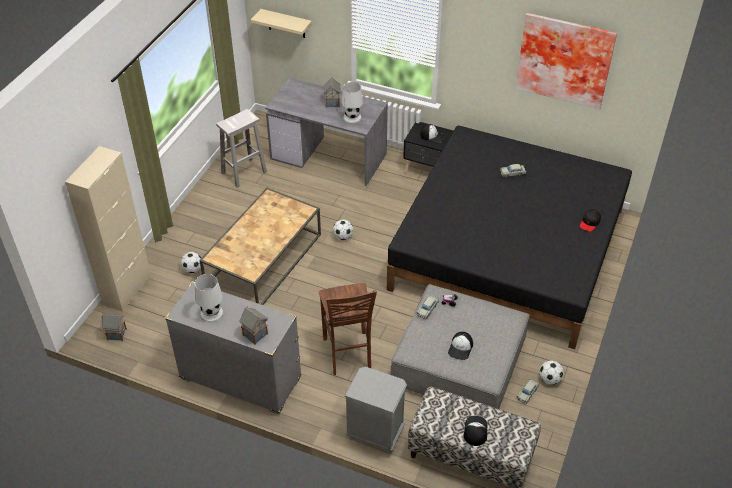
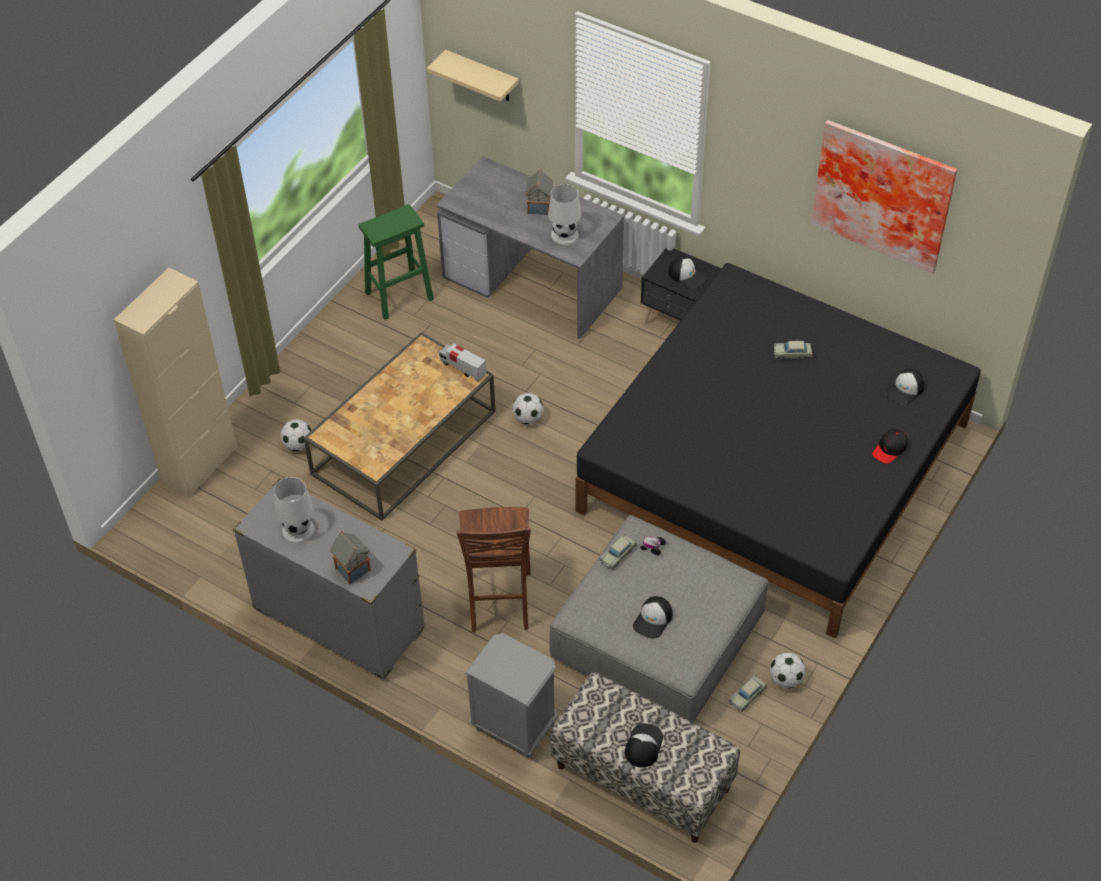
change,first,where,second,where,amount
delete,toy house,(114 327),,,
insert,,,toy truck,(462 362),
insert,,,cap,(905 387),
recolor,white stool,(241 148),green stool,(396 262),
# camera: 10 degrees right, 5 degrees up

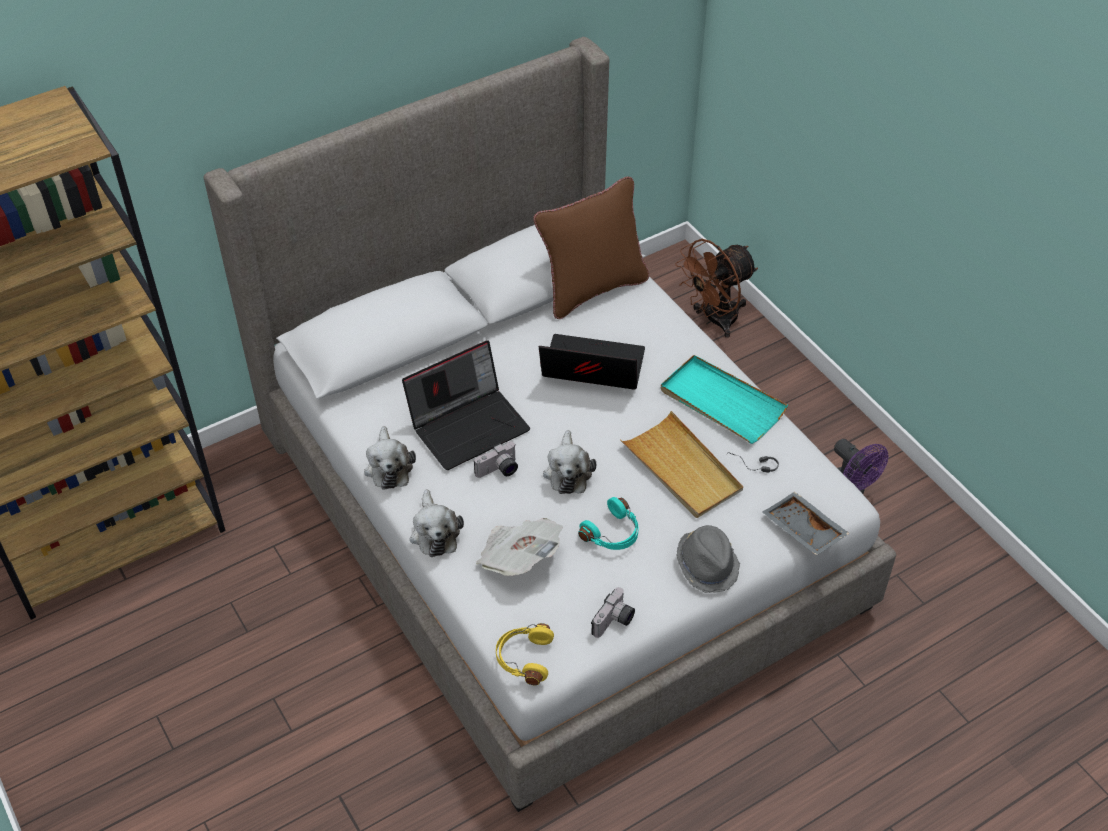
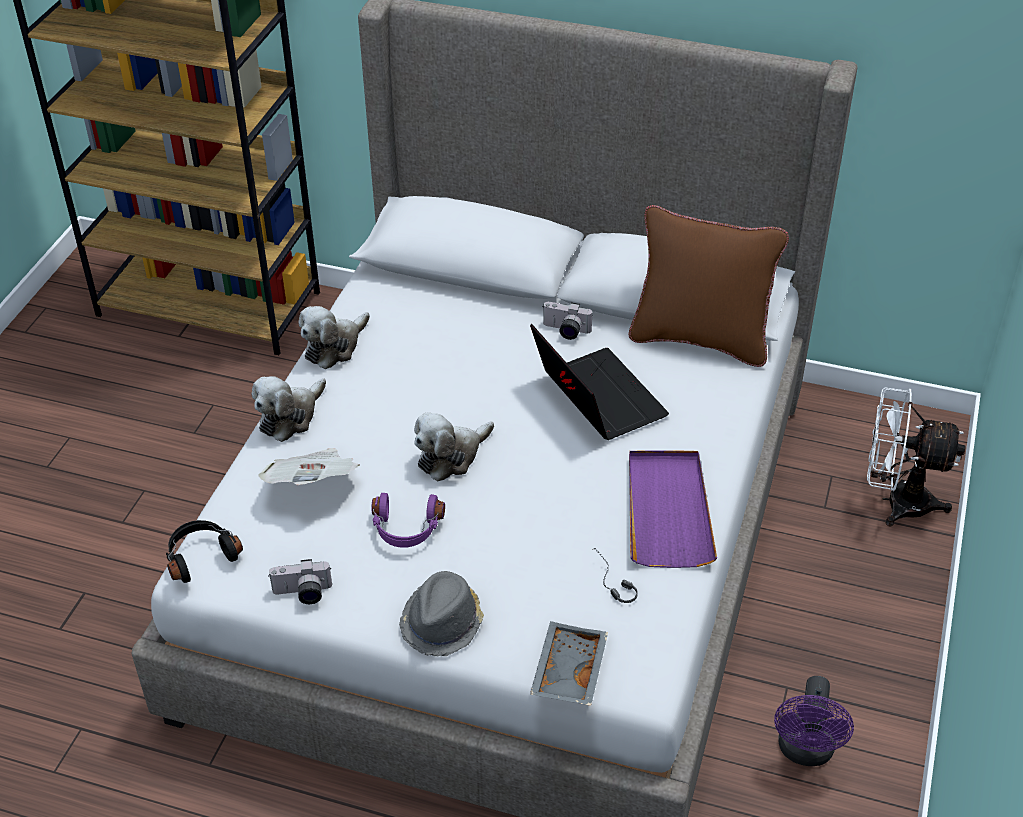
change,first,where,second,where,amount
delete,laptop,(466 405),,,
delete,beige tray,(681 464),,,
move,photo camera,(496 459),,(567 321),
recolor,yellow headphones,(525 654),black headphones,(204 551),
recolor,turquoise headphones,(608 523),purple headphones,(408 520),
recolor,turquoise tray,(724 399),purple tray,(673 509),
recolor,brown fan,(716 288),white fan,(916 456),
# camera: 50 degrees right, 5 degrees down

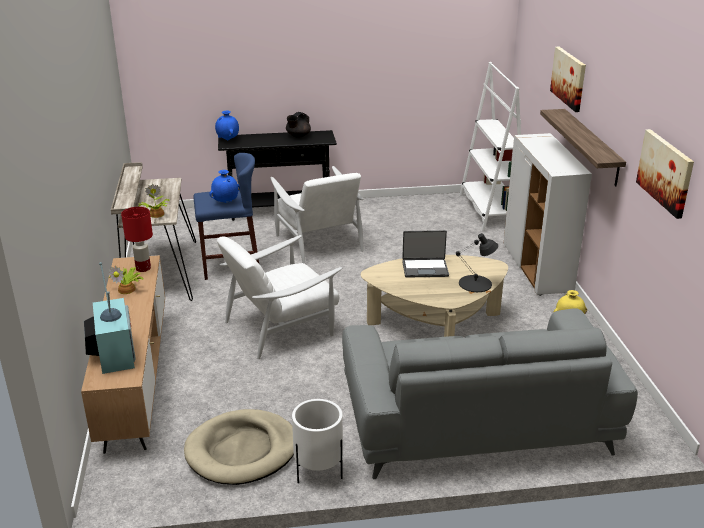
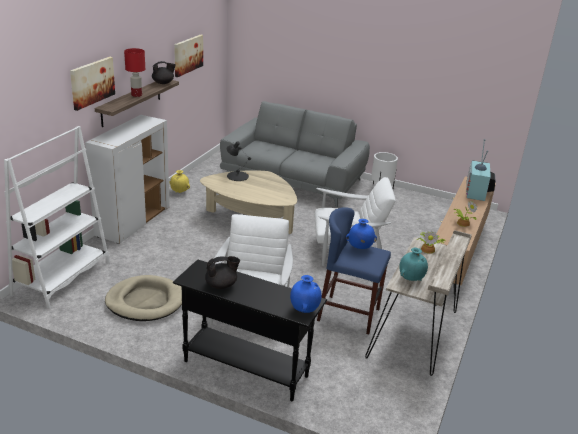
change,first,where,second,where,amount
delete,laptop,(425 254),,,
insert,,,black teapot,(164 72),
insert,,,turquoise vase,(413 264),
move,red table lamp,(137 239),,(134 72),
move,beige dog bed,(239 447),,(143 298),
# camera: 150 degrees left, 0 degrees up

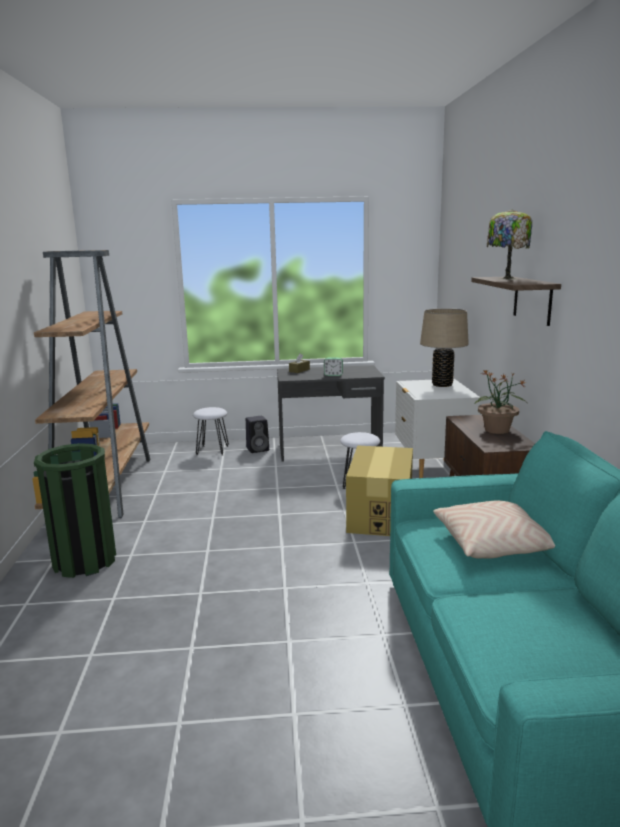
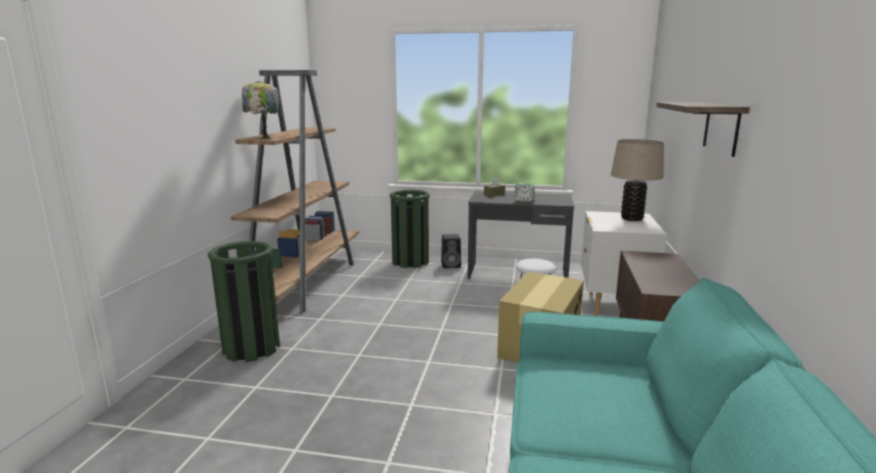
change,first,where,second,where,amount
delete,beige pillow,(494 530),,,
delete,potted plant,(501 402),,,
move,table lamp,(509 245),,(260 110),
replace,white stool,(211 431),green trash can,(410 229),
# camera: 15 degrees right, 0 degrees up

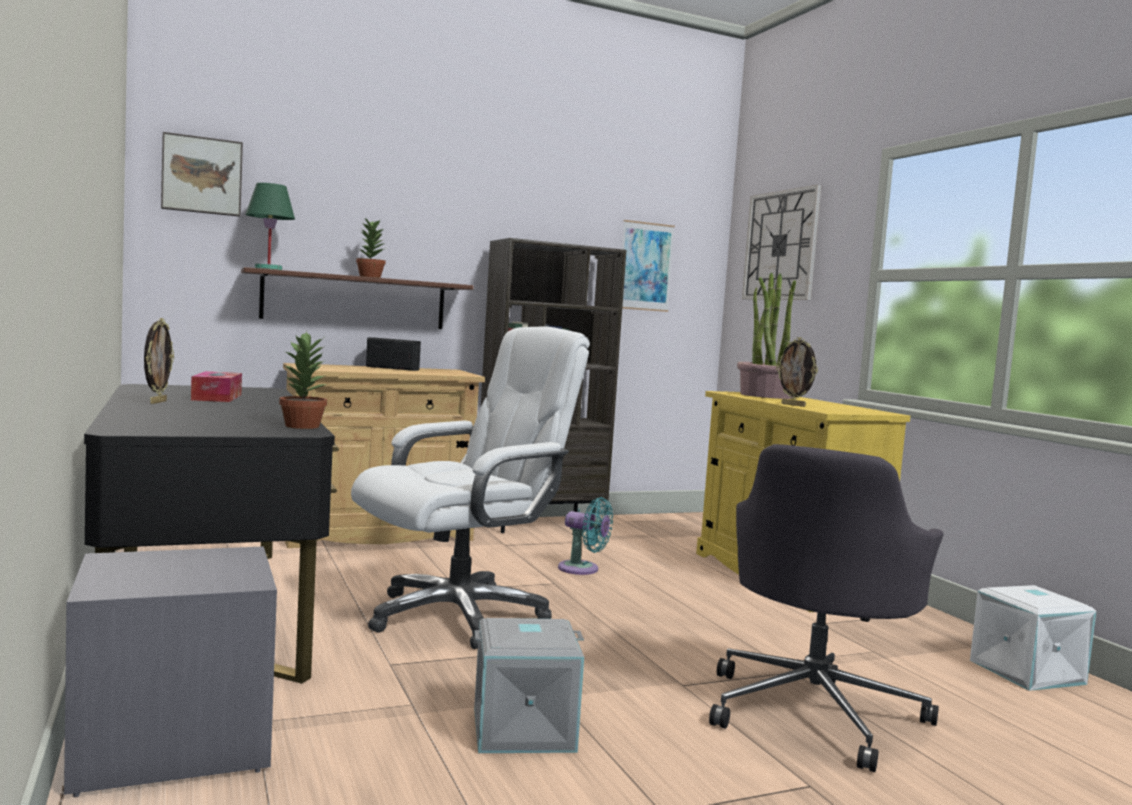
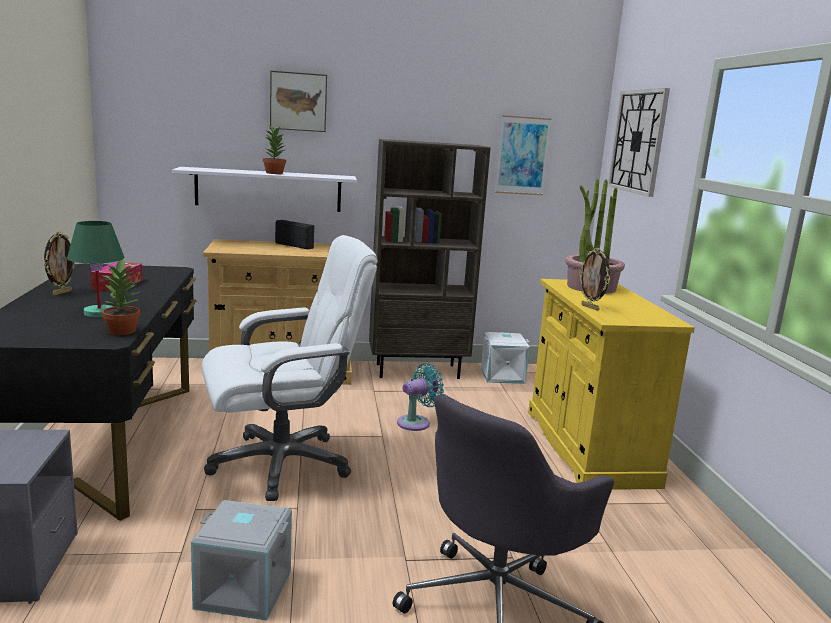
change,first,where,second,where,amount
move,picture,(202 174),,(298 101),
move,green table lamp,(270 226),,(96 269),
move,white storage box,(1033 638),,(505 358),
recolor,brown shelf,(357 298),white shelf,(264 189),
rotate,turquoise fan,(585 536),,(420 397),75 degrees counterclockwise
# camera: 15 degrees right, 10 degrees up

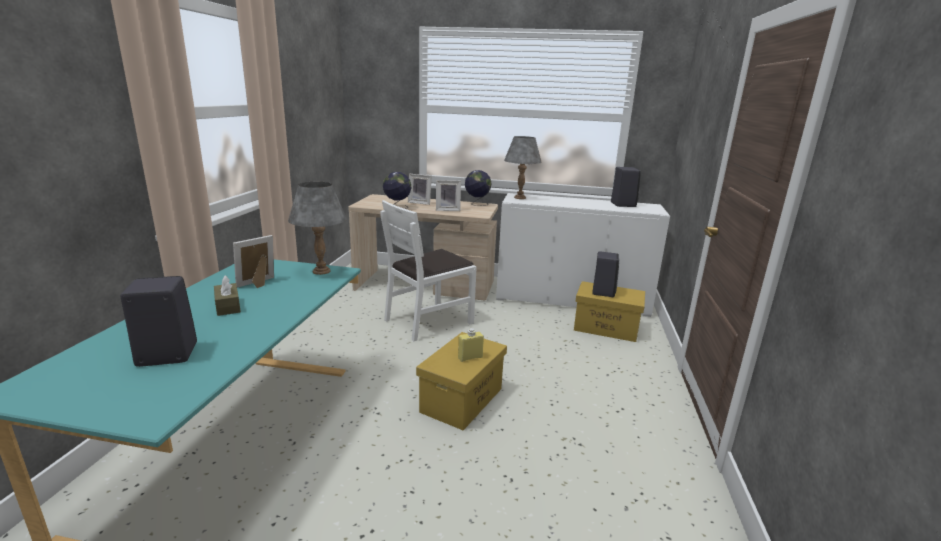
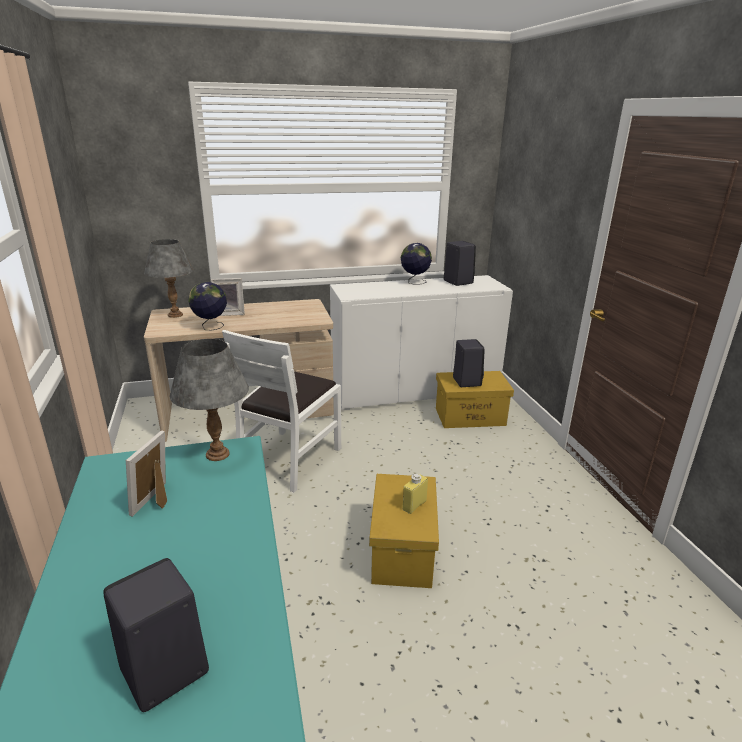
change,first,where,second,where,amount
delete,brown tissue box,(227 295),,,
delete,picture frame,(448 195),,,
move,globe,(478 188),,(416 264),
move,grey table lamp,(523 167),,(168 278),
# camera: 25 degrees left, 5 degrees up

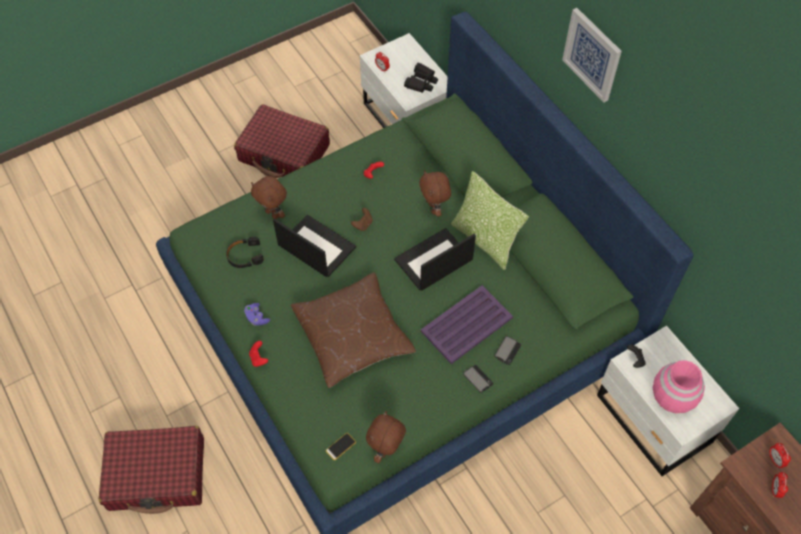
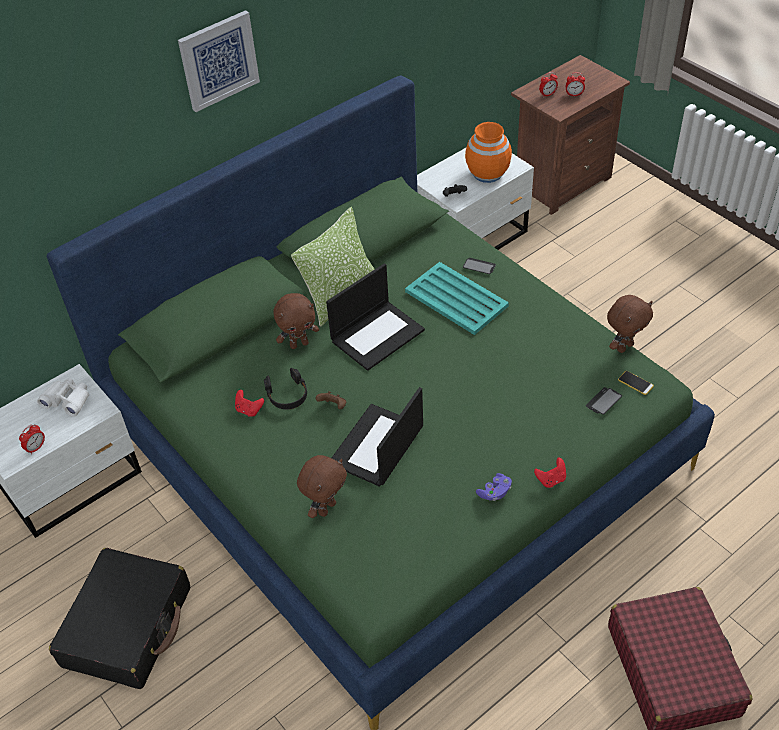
change,first,where,second,where,amount
delete,brown pillow,(353 330),,,
move,black headphones,(245 252),,(285 389),
move,phone,(478 379),,(604 400),
recolor,red suitcase,(282 141),black suitcase,(119 618),
recolor,black binoculars,(421 78),white binoculars,(63 397),
recolor,purple tray,(467 324),turquoise tray,(457 298),
recolor,pink vase,(679 386),orange vase,(488 152),
rotate,brown plush toy,(386 437),,(630 324),60 degrees counterclockwise
rotate,laptop,(435 259),,(375 317),90 degrees counterclockwise
# camera: 95 degrees left, 10 degrees down

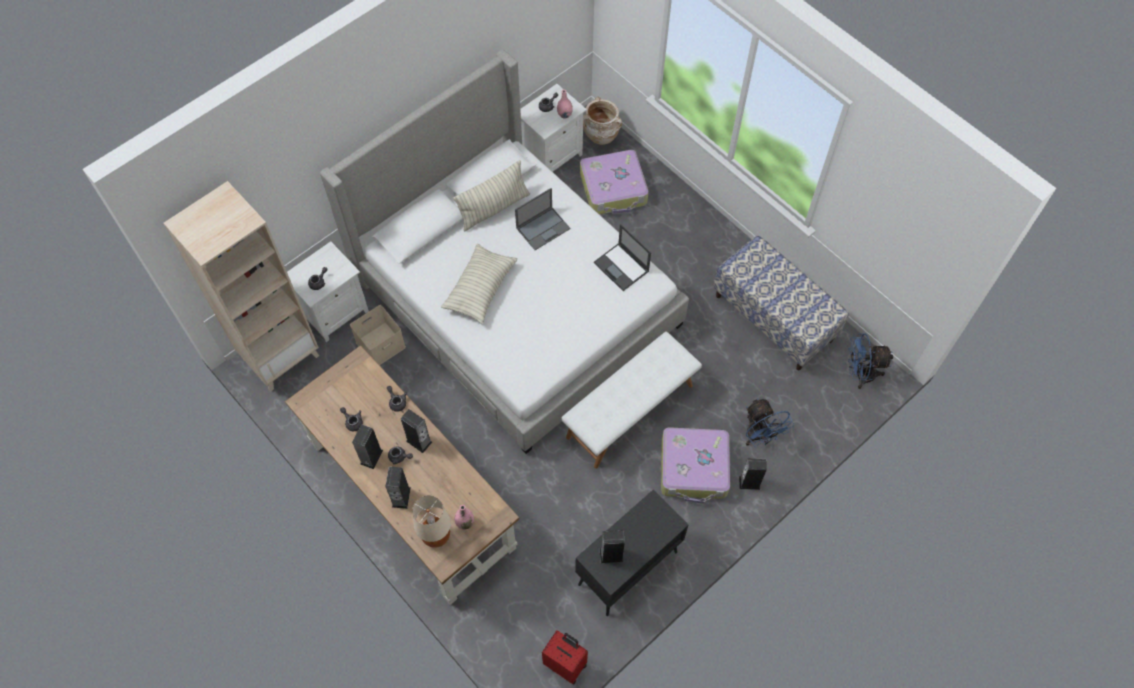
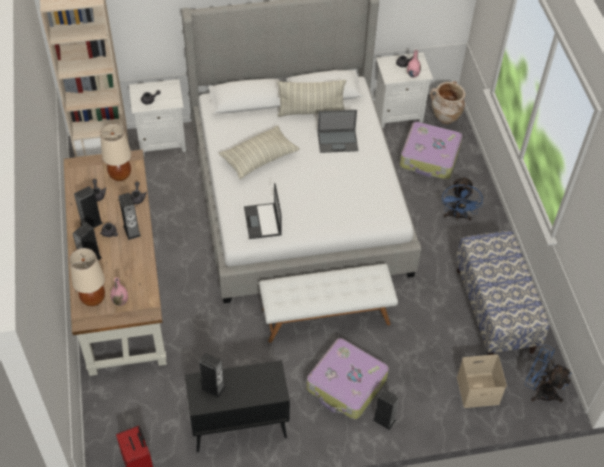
change,first,where,second,where,amount
insert,,,beige table lamp,(115 152),
move,beige storage box,(378 335),,(482 381),
move,laptop,(622 257),,(263 211),
move,blue fan,(770 422),,(462 198),
# camera: 30 degrees right, 10 degrees down

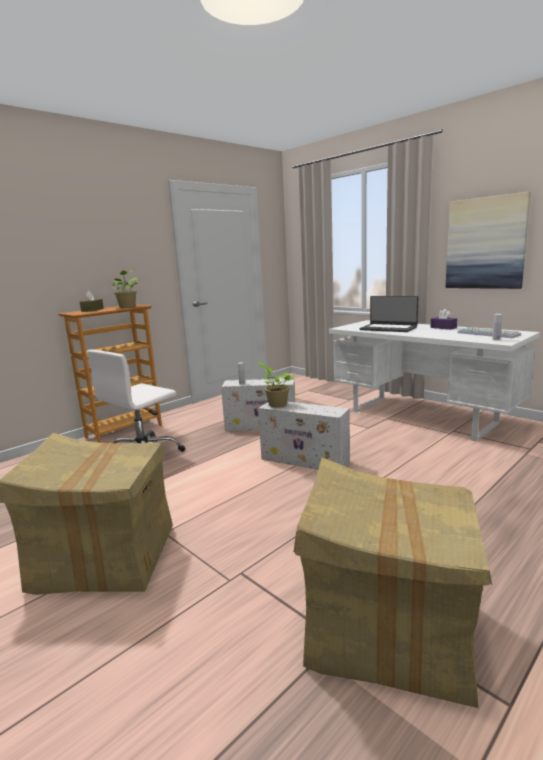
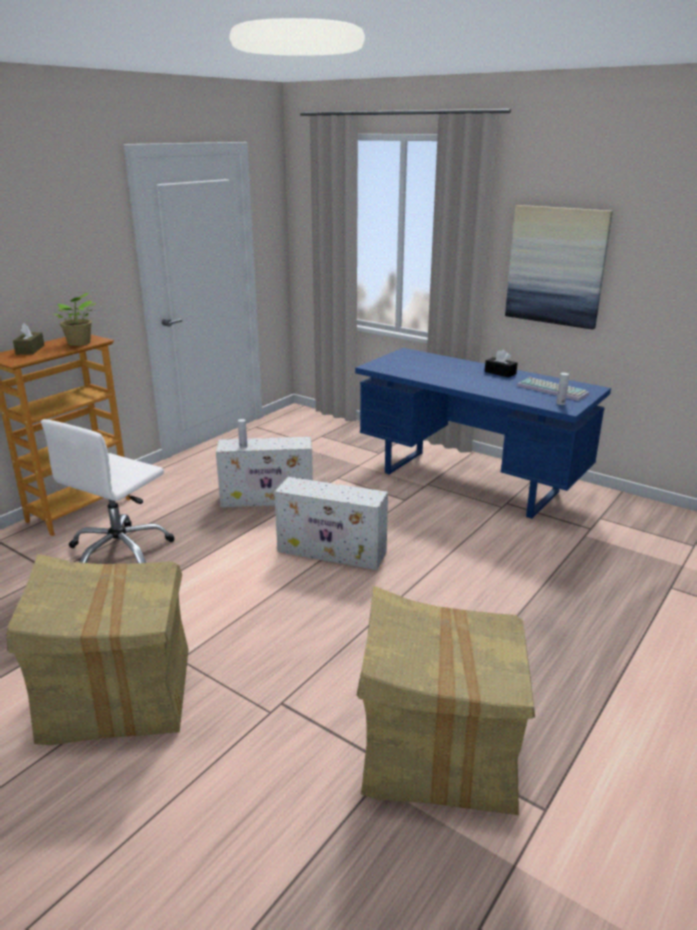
change,first,where,second,where,amount
delete,potted plant,(276 385),,,
delete,laptop,(389 314),,,
recolor,white desk,(434 380),blue desk,(483 433),
recolor,purple tissue box,(443 319),black tissue box,(501 364),
# camera: 10 degrees left, 10 degrees up

